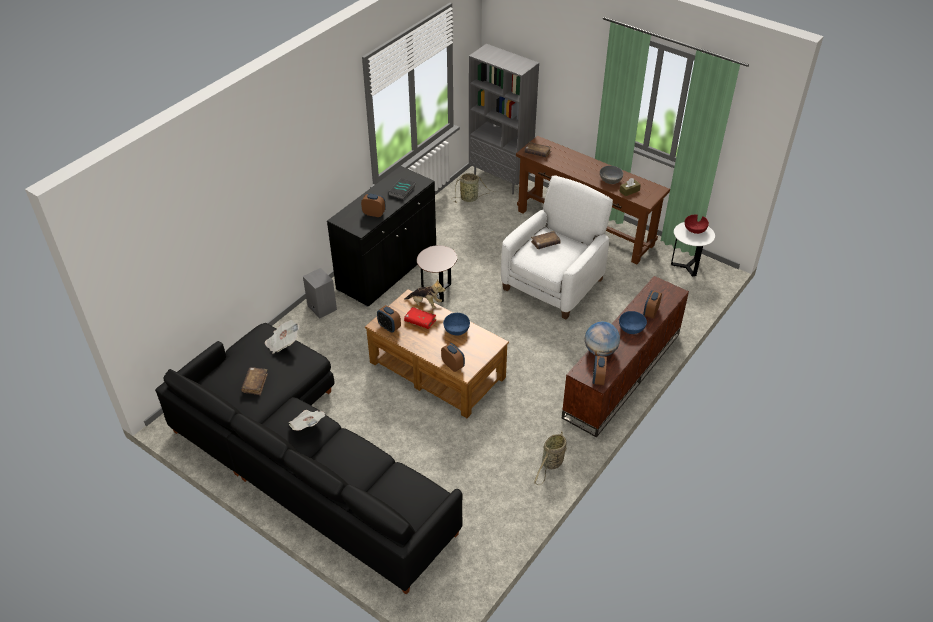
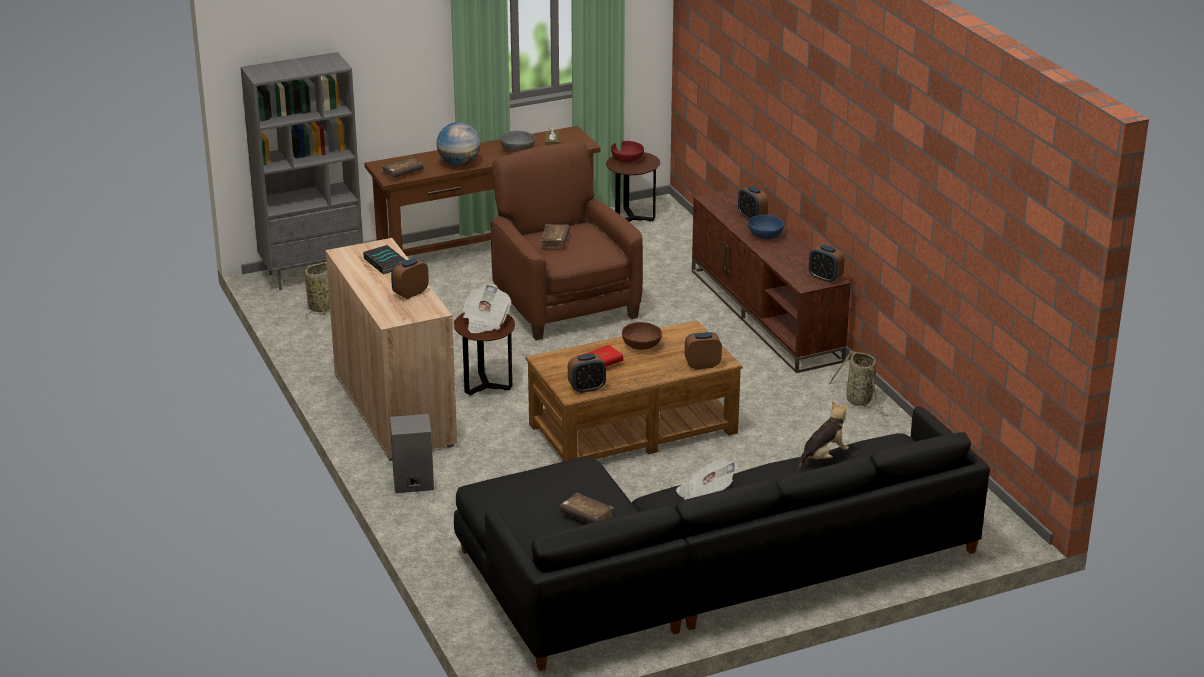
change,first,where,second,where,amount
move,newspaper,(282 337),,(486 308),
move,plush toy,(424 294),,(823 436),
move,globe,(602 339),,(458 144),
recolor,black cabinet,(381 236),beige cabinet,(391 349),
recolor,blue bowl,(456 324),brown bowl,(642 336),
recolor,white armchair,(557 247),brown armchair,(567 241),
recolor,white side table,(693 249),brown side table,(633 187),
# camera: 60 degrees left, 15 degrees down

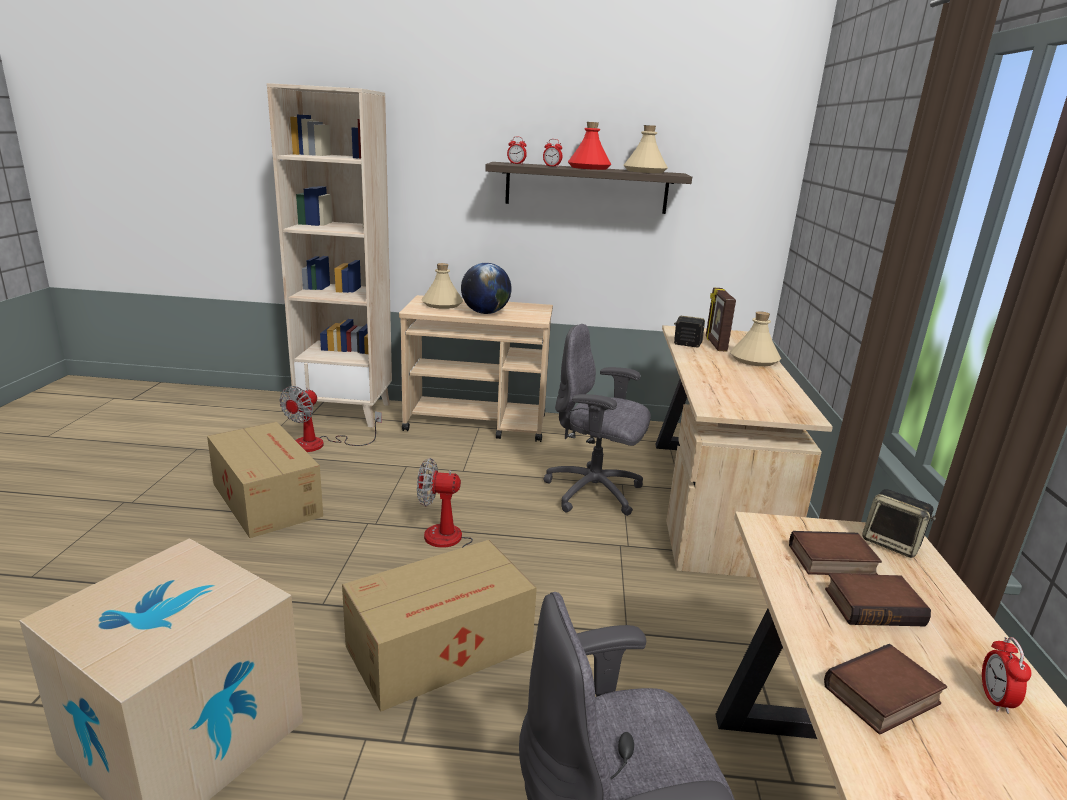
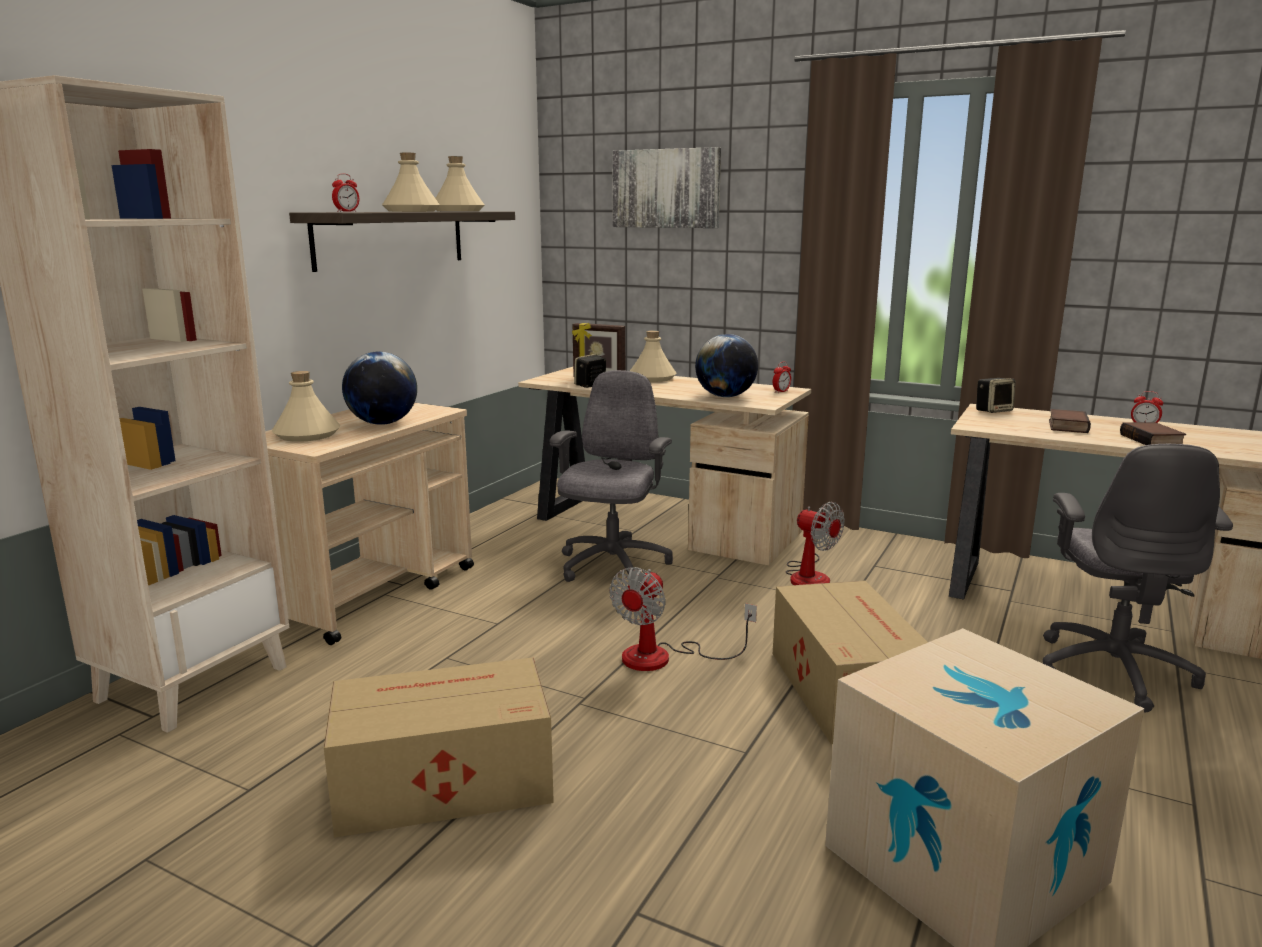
change,first,where,second,where,amount
delete,book,(835 553),,,
insert,,,picture,(666 187),
insert,,,globe,(726 365),
move,fan,(330 419),,(815 543),
move,alarm clock,(552 153),,(782 377),
recolor,red bottle,(589 146),beige bottle,(411 182),
rotate,grey office chair,(597 420),,(611 476),150 degrees clockwise
# camera: 65 degrees left, 5 degrees down

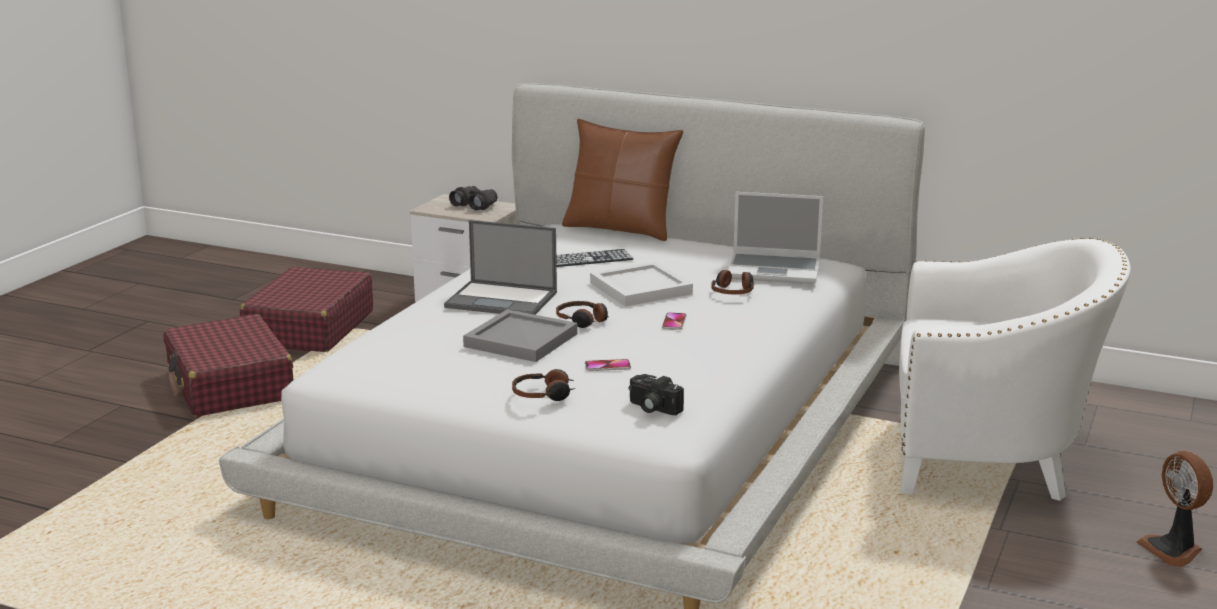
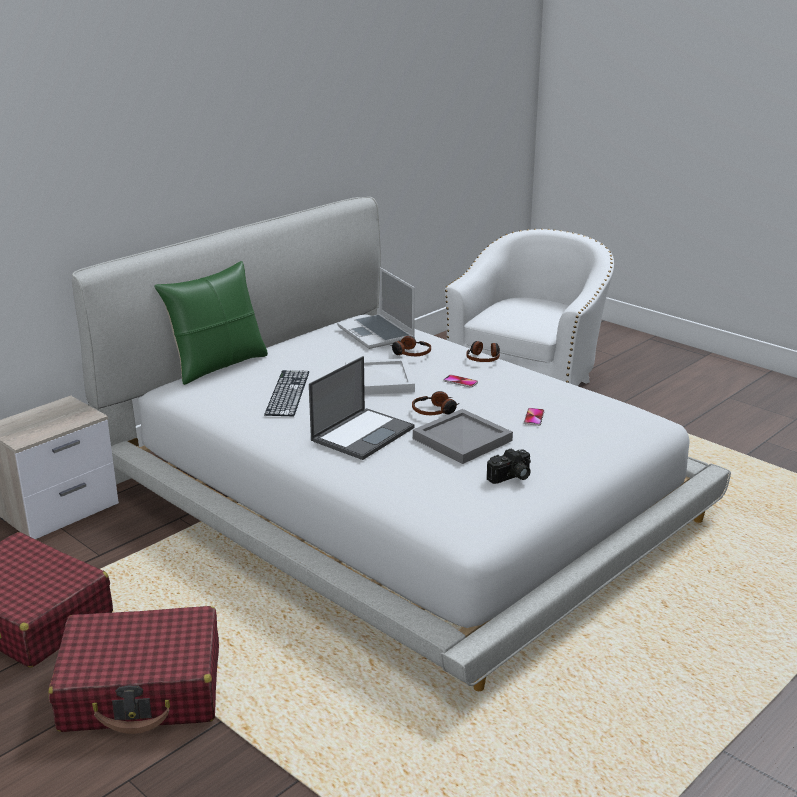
change,first,where,second,where,amount
delete,black binoculars,(473 198),,,
delete,fan,(1175 509),,,
move,headphones,(543 385),,(483 351),
move,photo camera,(656 394),,(509 466),
recolor,brown pillow,(622 180),green pillow,(211 323),
rotate,laptop,(775 238),,(376 308),120 degrees clockwise
# camera: 70 degrees left, 5 degrees up

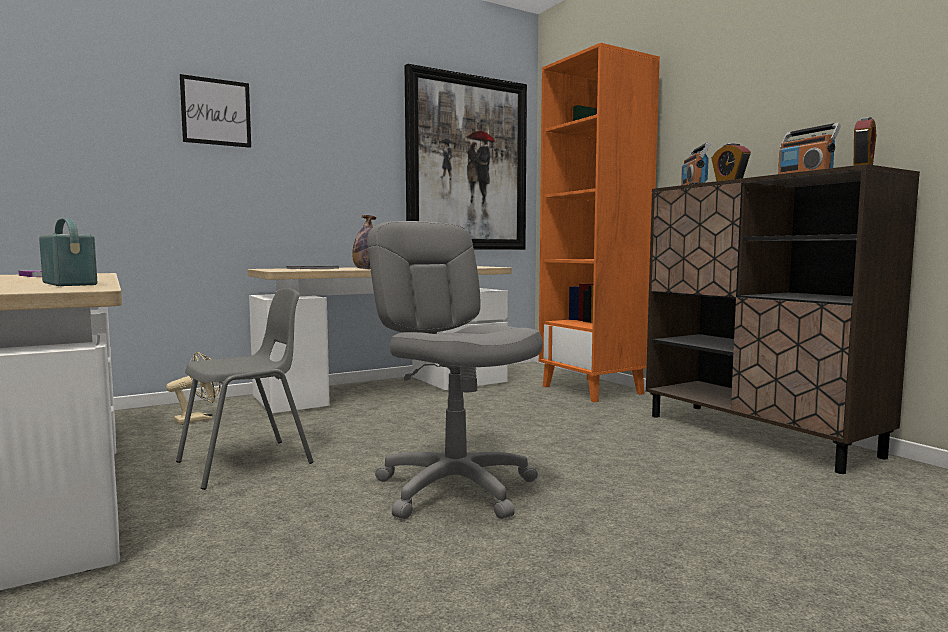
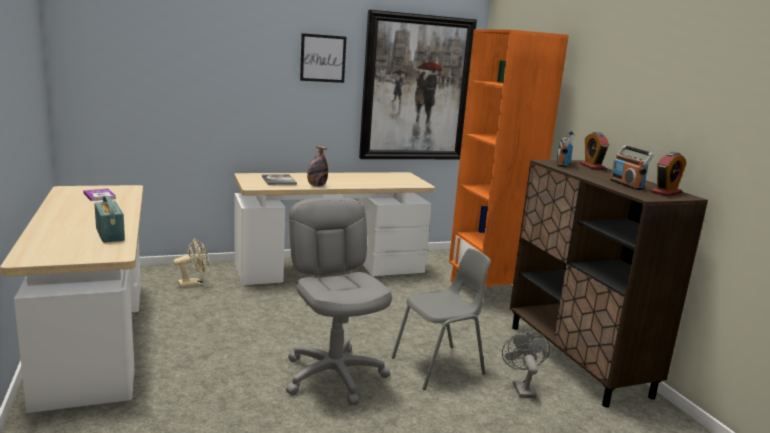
change,first,where,second,where,amount
insert,,,grey fan,(526 364),
move,grey chair,(245 389),,(441 319),
move,picture,(215 111),,(323 58),
# camera: 10 degrees right, 10 degrees up

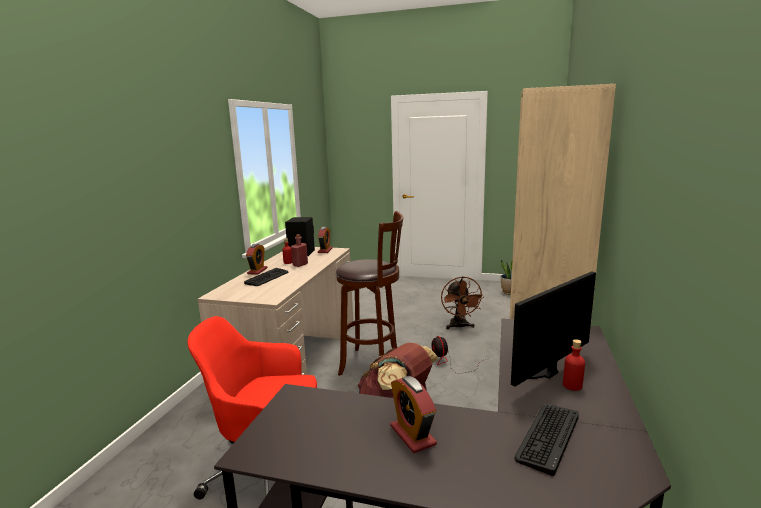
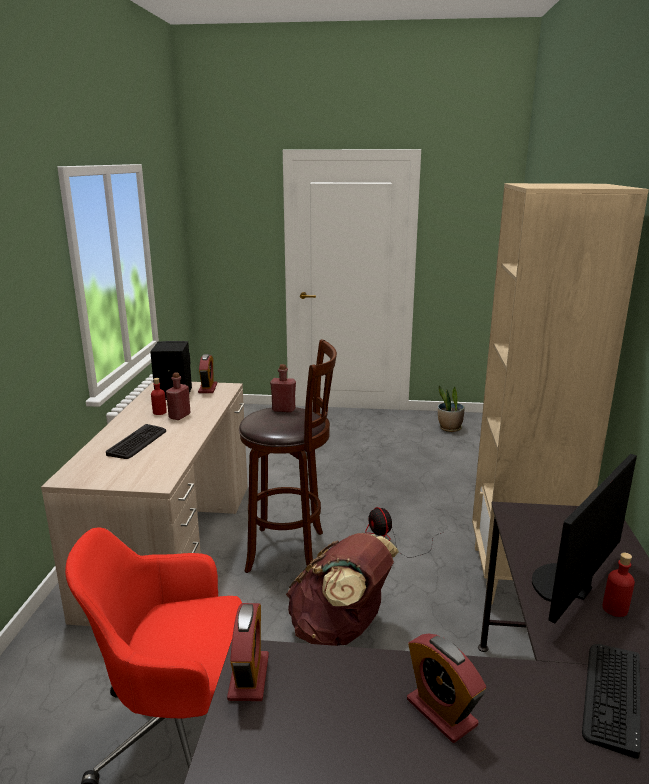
change,first,where,second,where,amount
delete,brown fan,(462 302),,,
insert,,,red bottle,(283 388),
move,alarm clock,(256 259),,(248 652),
# camera: 10 degrees left, 5 degrees up

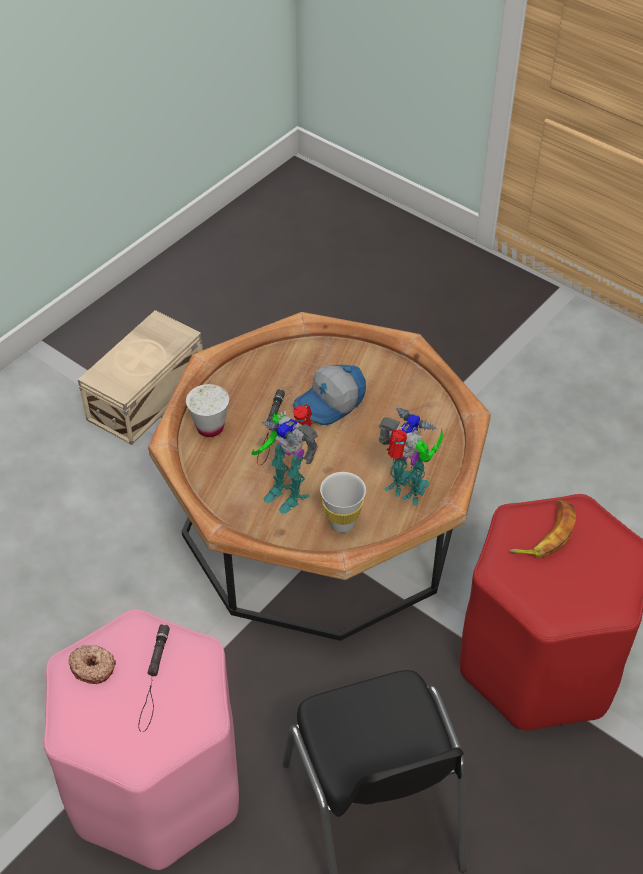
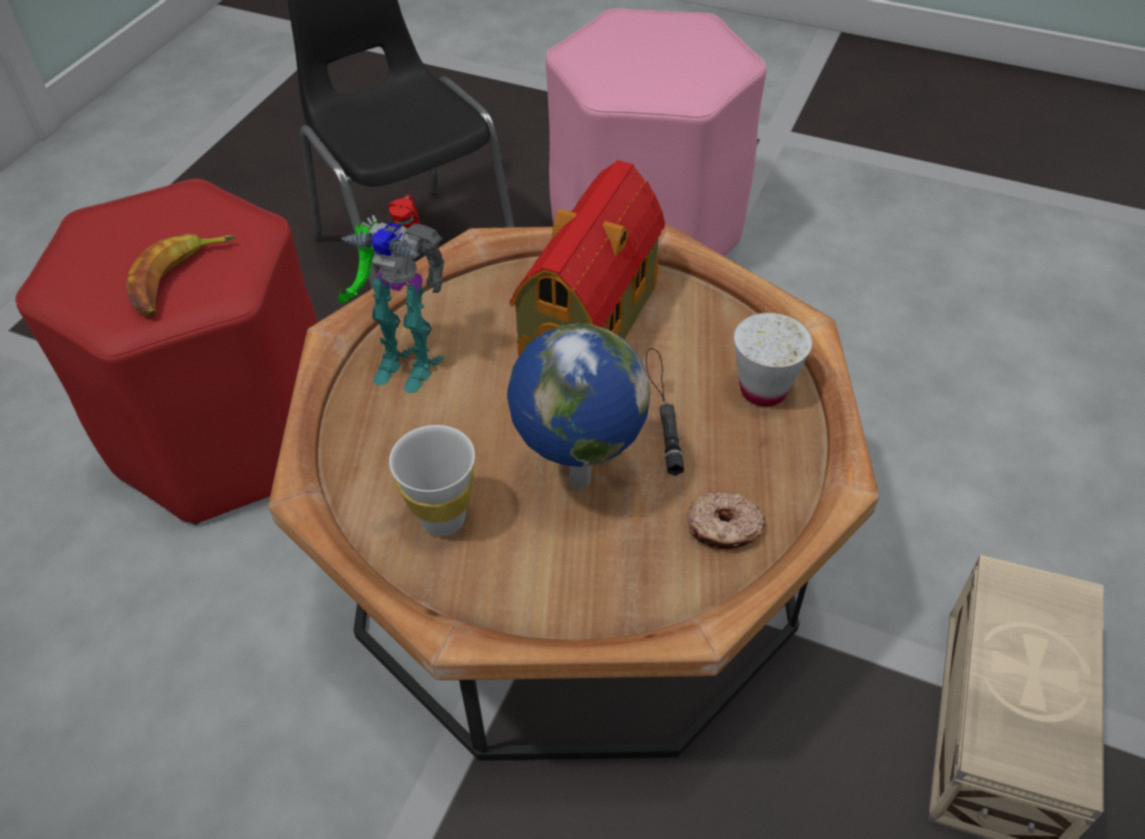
change,first,where,second,where,amount
delete,black flashlight,(154 678),,,
move,donut,(92 664),,(727 520),
move,white cup,(343 502),,(432 480),
replace,toy robot,(285 459),toy house,(587 259),
replace,cap,(329 395),globe,(578 406),
# camera: 165 degrees right, 0 degrees up

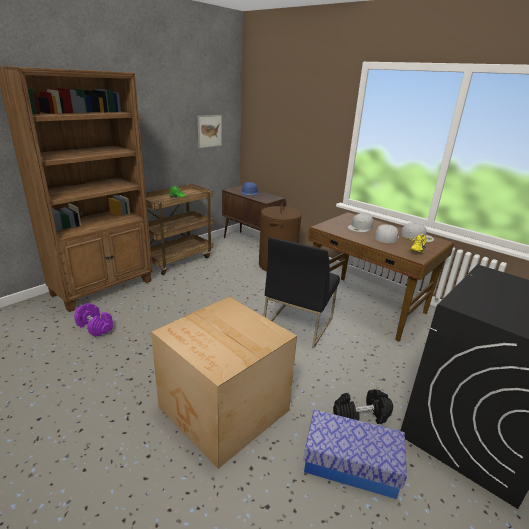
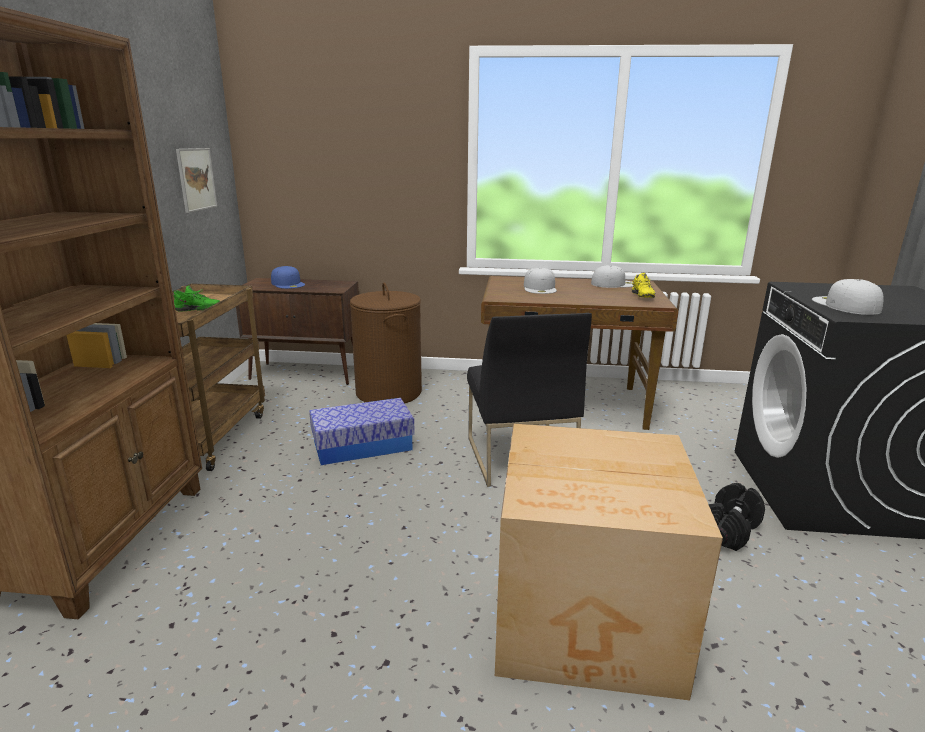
change,first,where,second,where,amount
delete,purple dumbbell,(93 320),,,
move,storage box,(355 454),,(362 431),
move,white cap,(387 233),,(847 297),
# camera: 35 degrees left, 5 degrees down

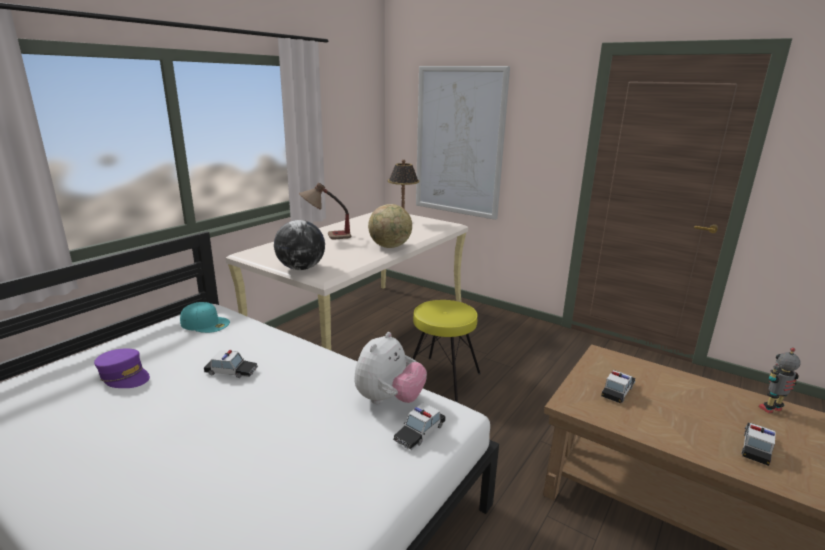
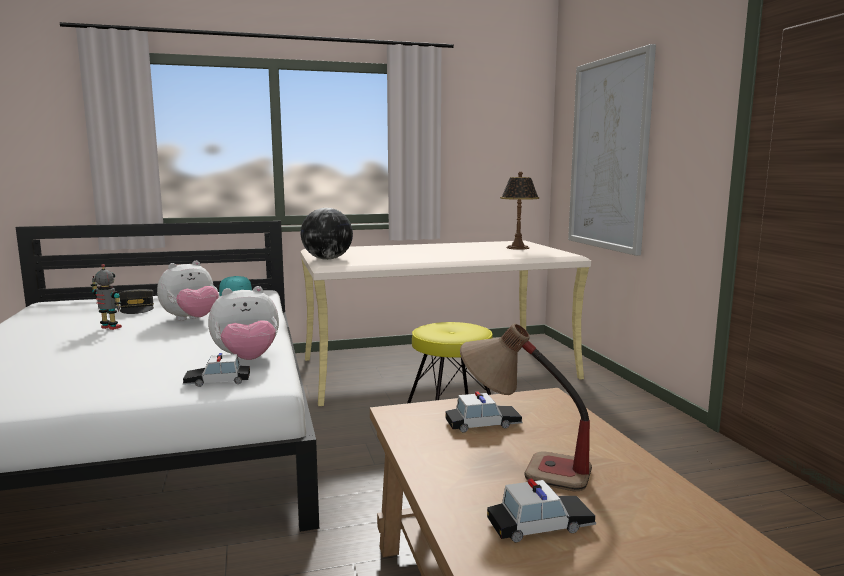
change,first,where,second,where,amount
delete,globe,(390 226),,,
move,table lamp,(325 211),,(526 407),
move,toy robot,(780 380),,(106 297),
replace,toy car,(231 364),plush toy,(188 291),
recolor,purple cap,(122 368),grey cap,(136 301),
# camera: 40 degrees right, 10 degrees down

